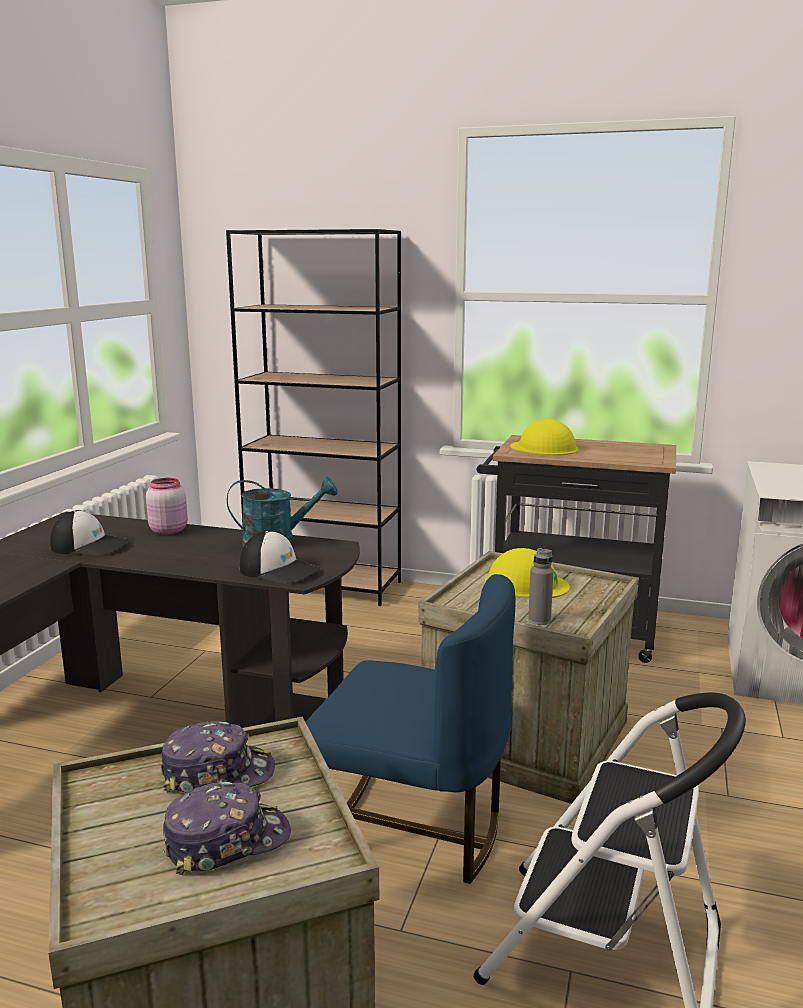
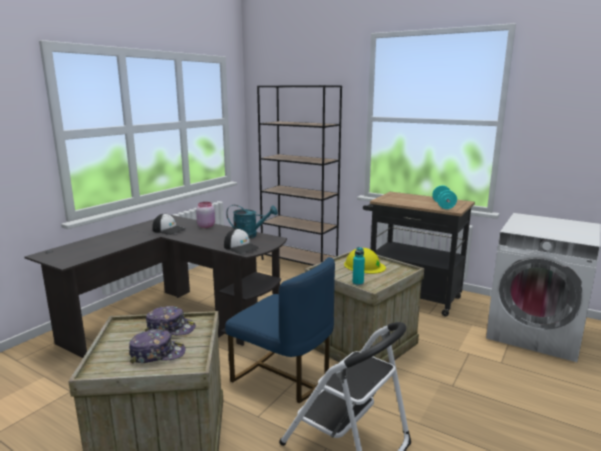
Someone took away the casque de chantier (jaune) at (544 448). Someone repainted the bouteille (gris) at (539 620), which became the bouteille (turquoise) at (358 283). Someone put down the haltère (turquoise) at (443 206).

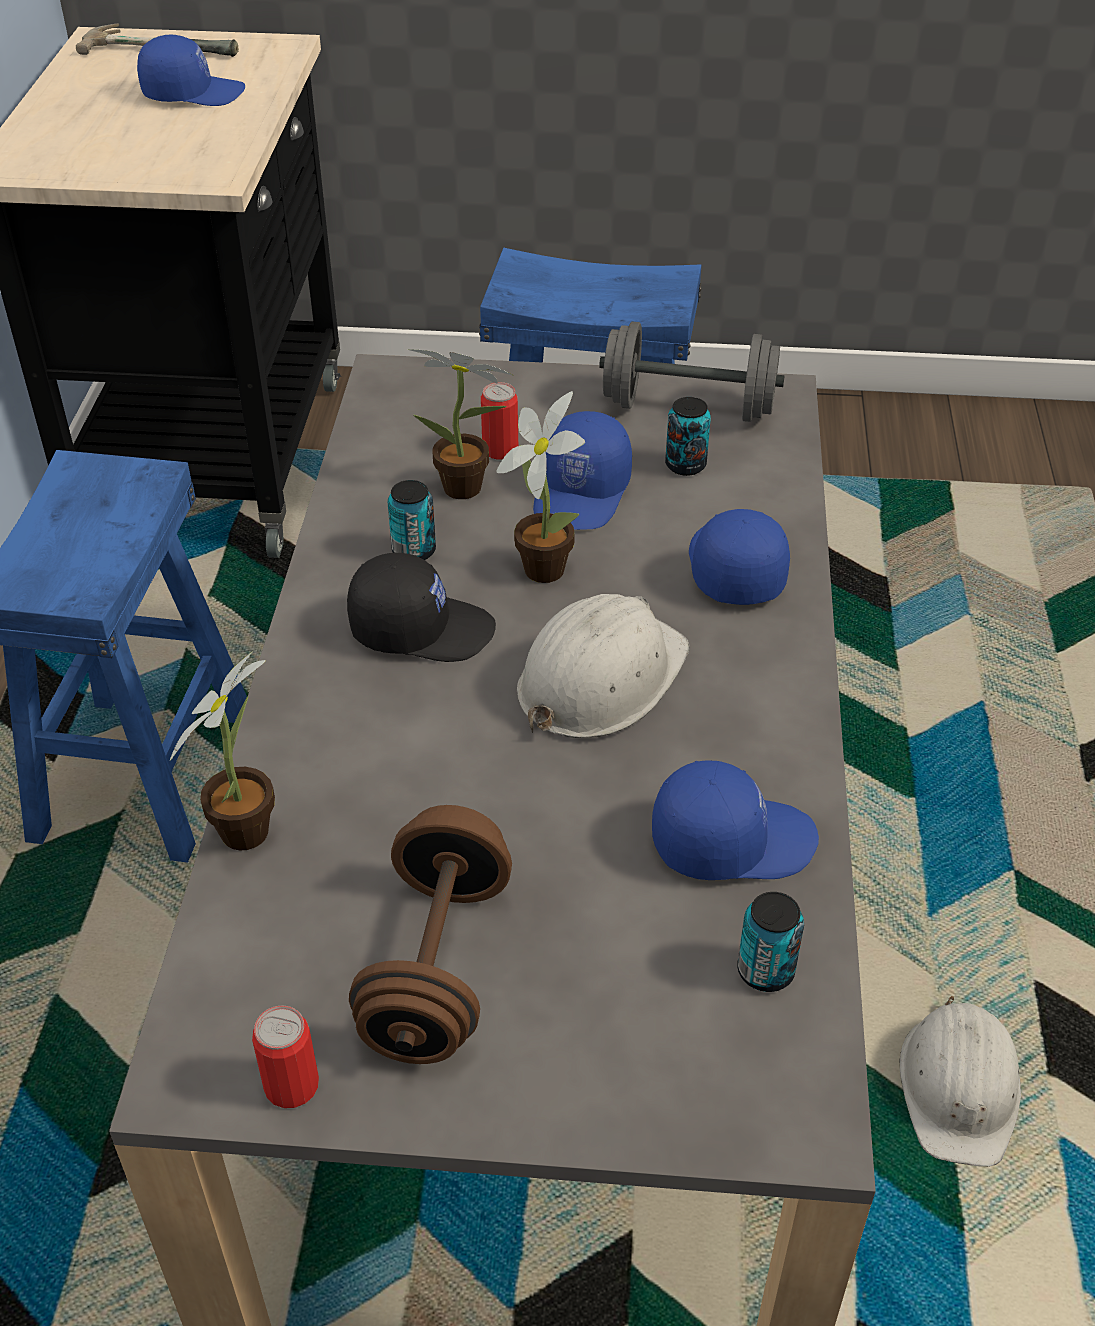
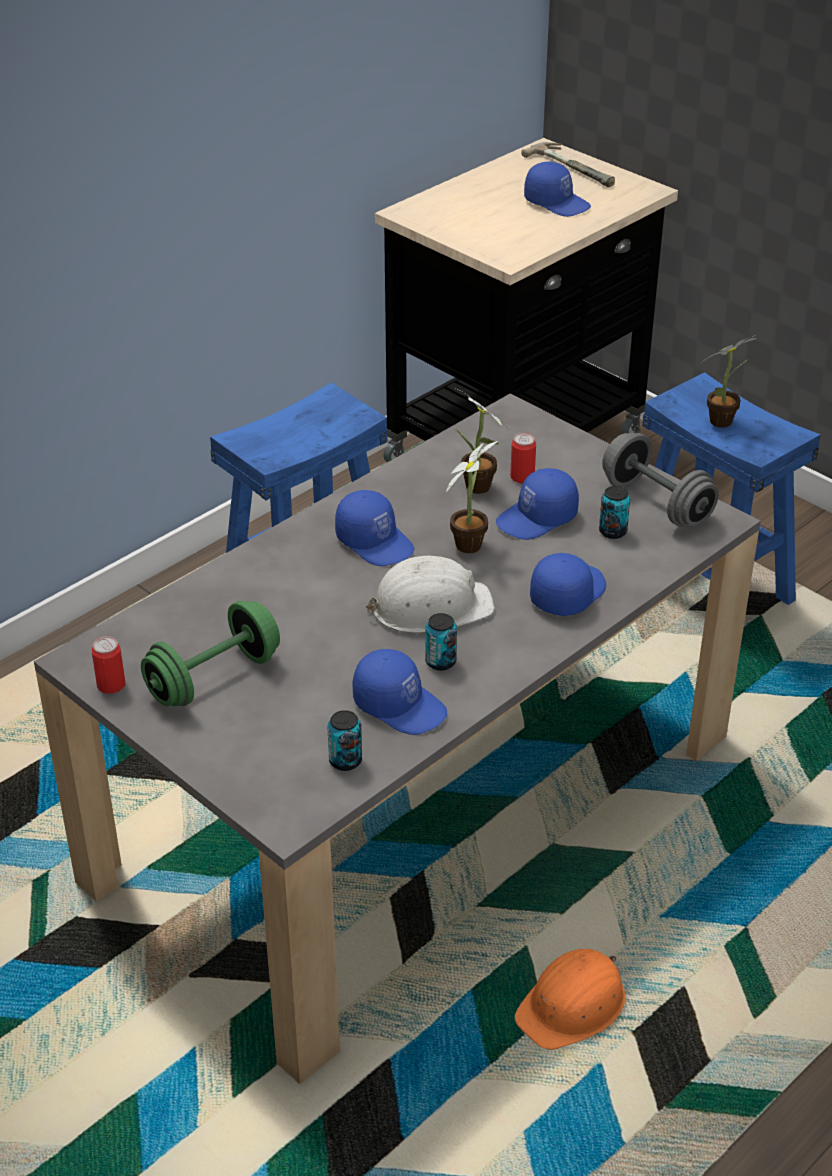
Someone carried the plante en pot from (250 826) to (724 420). Someone repainted the casquette (noir) at (422 628), which became the casquette (bleu) at (375 542). Someone repainted the haltère (marron) at (436 966), which became the haltère (vert) at (213 678). Someone carried the boîte métallique from (414 551) to (440 662). Someone repainted the casque de chantier (blanc) at (960 1087), which became the casque de chantier (orange) at (573 1005).

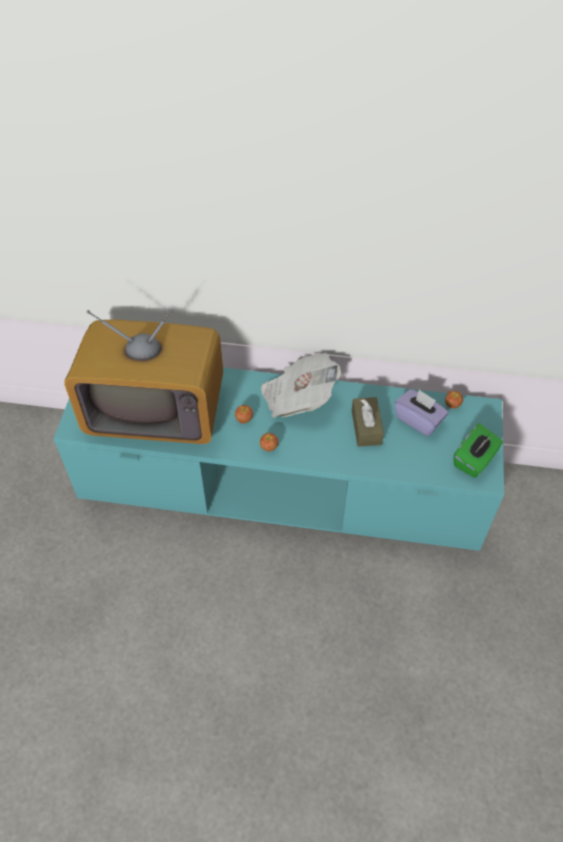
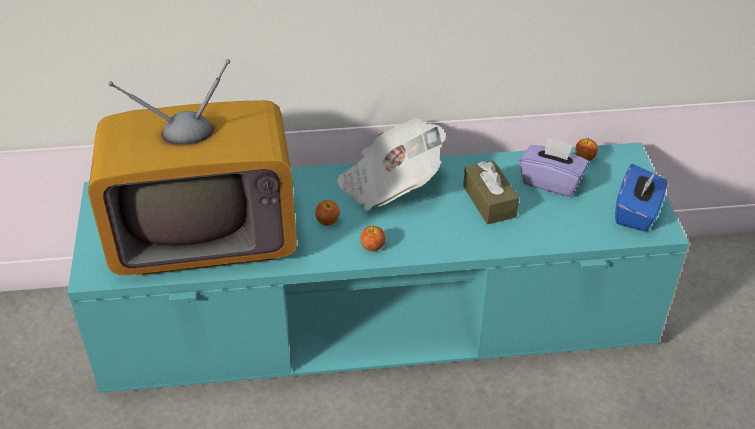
Someone repainted the boîte à mouchoirs (vert) at (474 460), which became the boîte à mouchoirs (bleu) at (637 212).

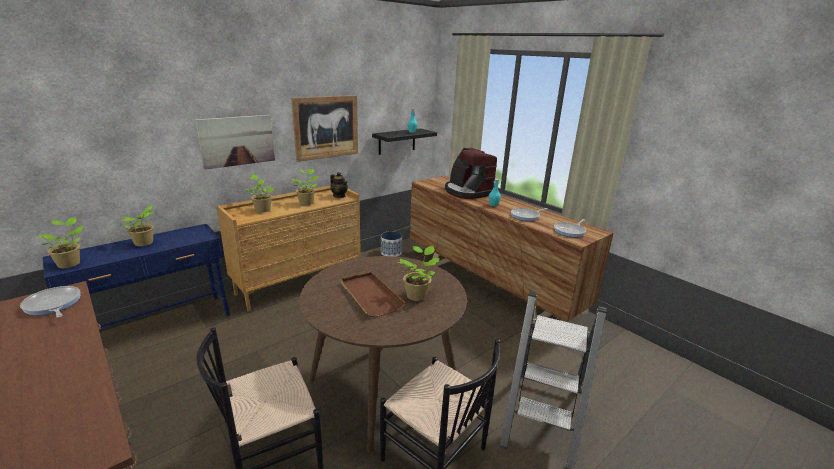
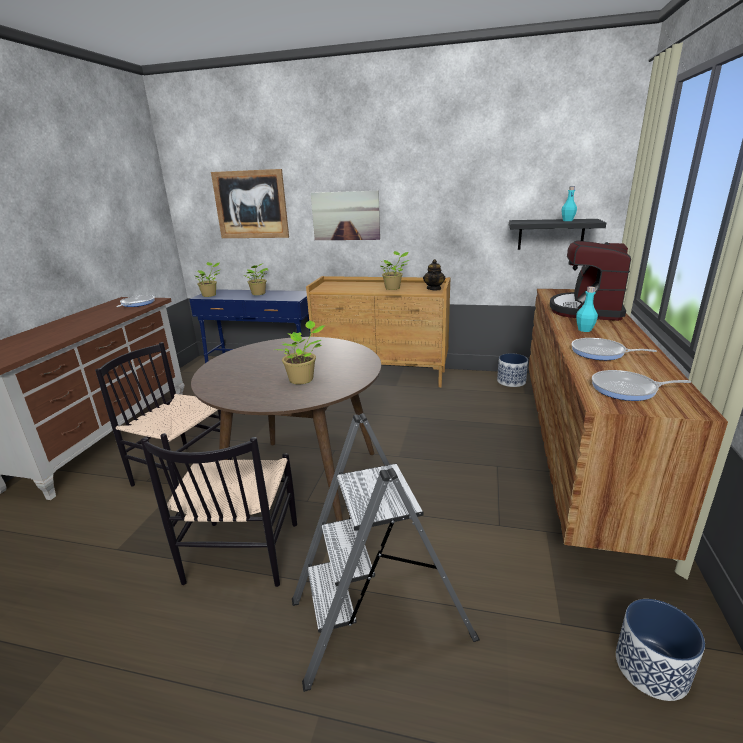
Someone took away the plante en pot at (262 209). Someone carried the tableau from (326 127) to (251 205). Someone took away the plateau (marron) at (370 296). Someone put down the cache-pot at (652 668).

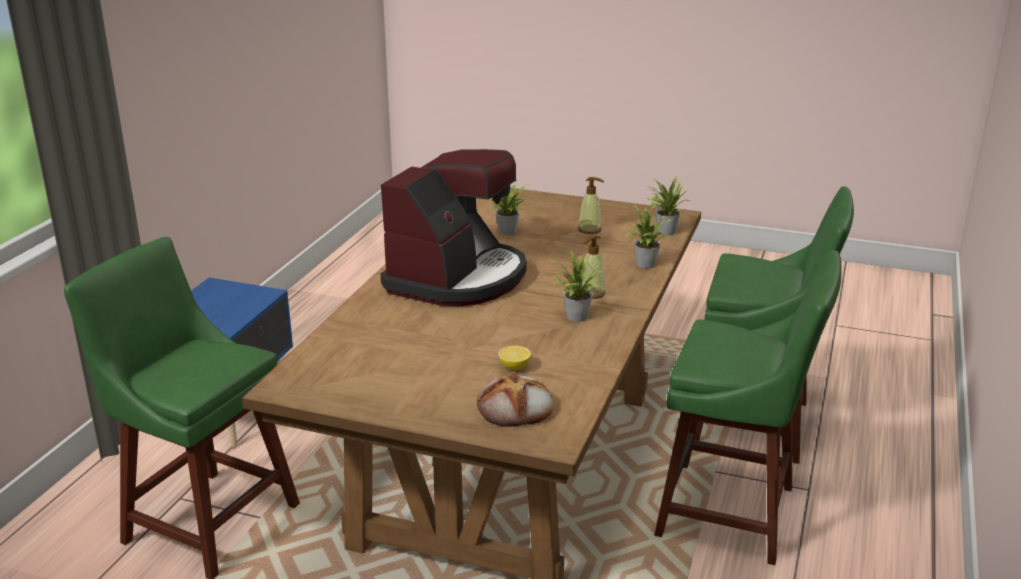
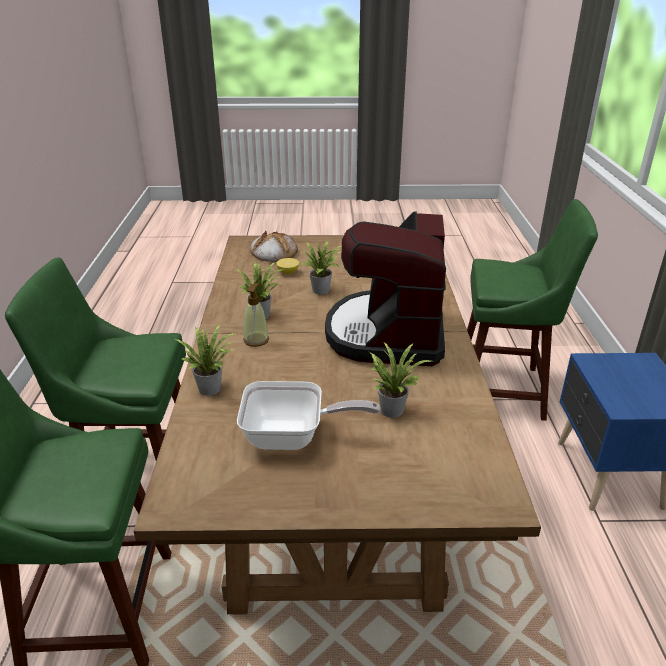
Someone swapped the distributeur de savon at (590 230) for the poêle at (292 437). Someone carried the plante en pot from (664 231) to (323 290).

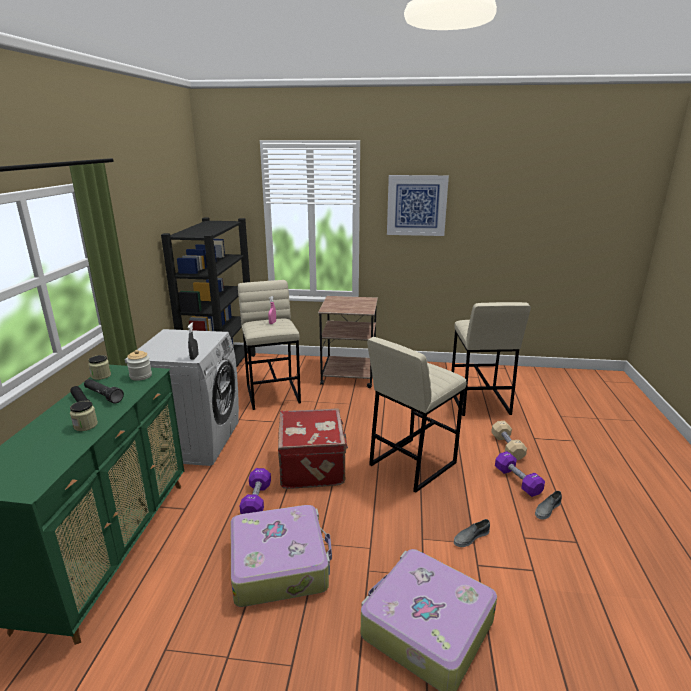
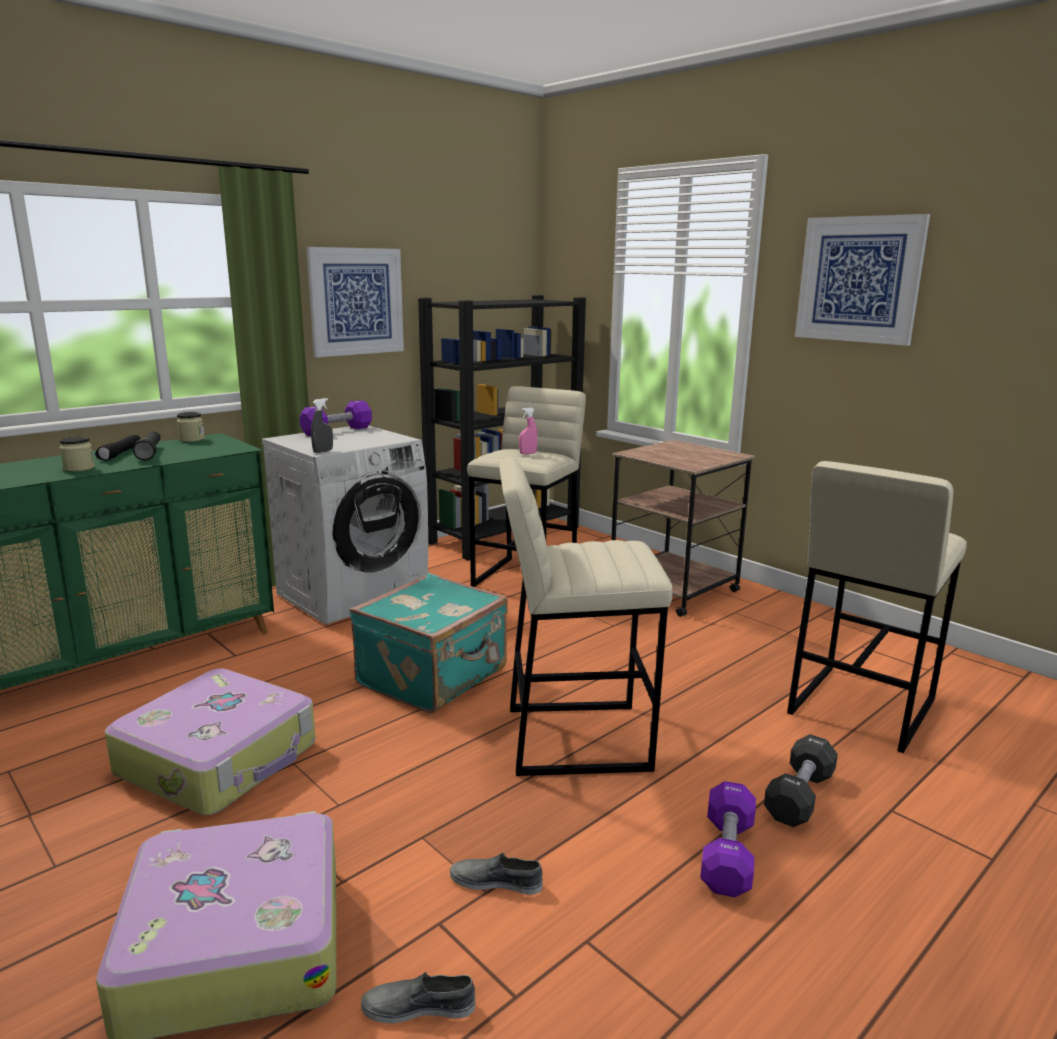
Someone took away the bocal at (141 376). Someone carried the haltère (violet) from (256 500) to (337 431). Someone repainted the valise (rouge) at (313 466), which became the valise (turquoise) at (435 677). Someone repainted the haltère (beige) at (507 447), which became the haltère (noir) at (799 796). Someone carried the chaussure (gris) from (547 509) to (419 1006). Someone put up the tableau at (356 301).

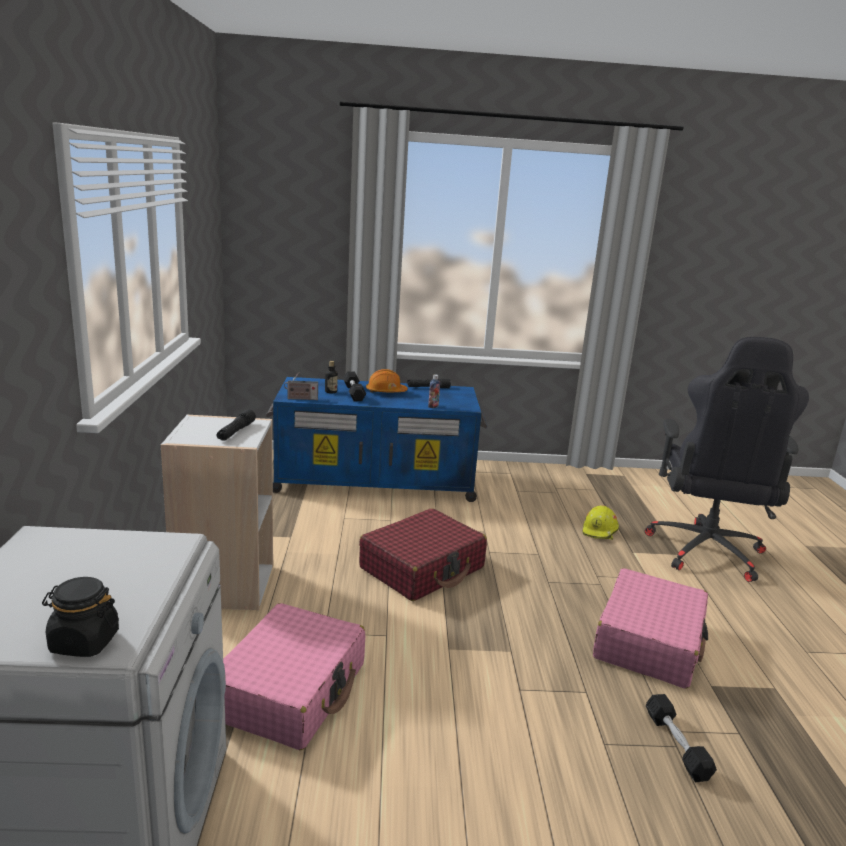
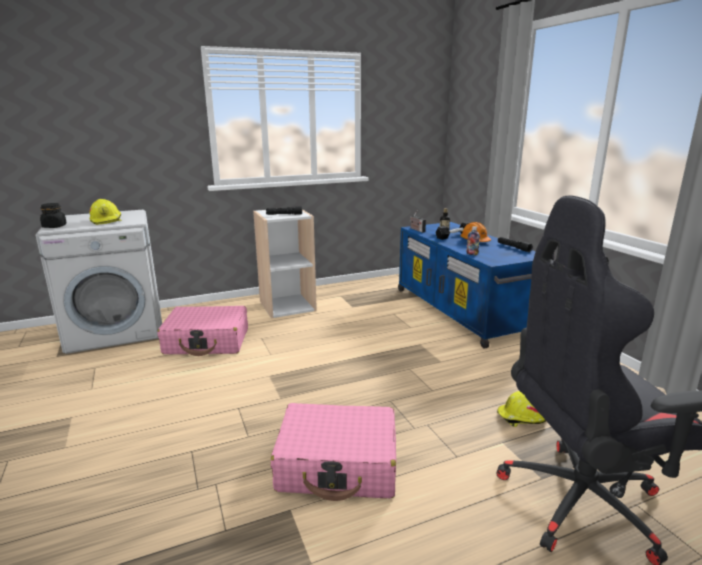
Someone took away the valise (rouge) at (422 568). Someone took away the haltère (noir) at (676 745). Someone put down the casque de chantier (jaune) at (107 220).

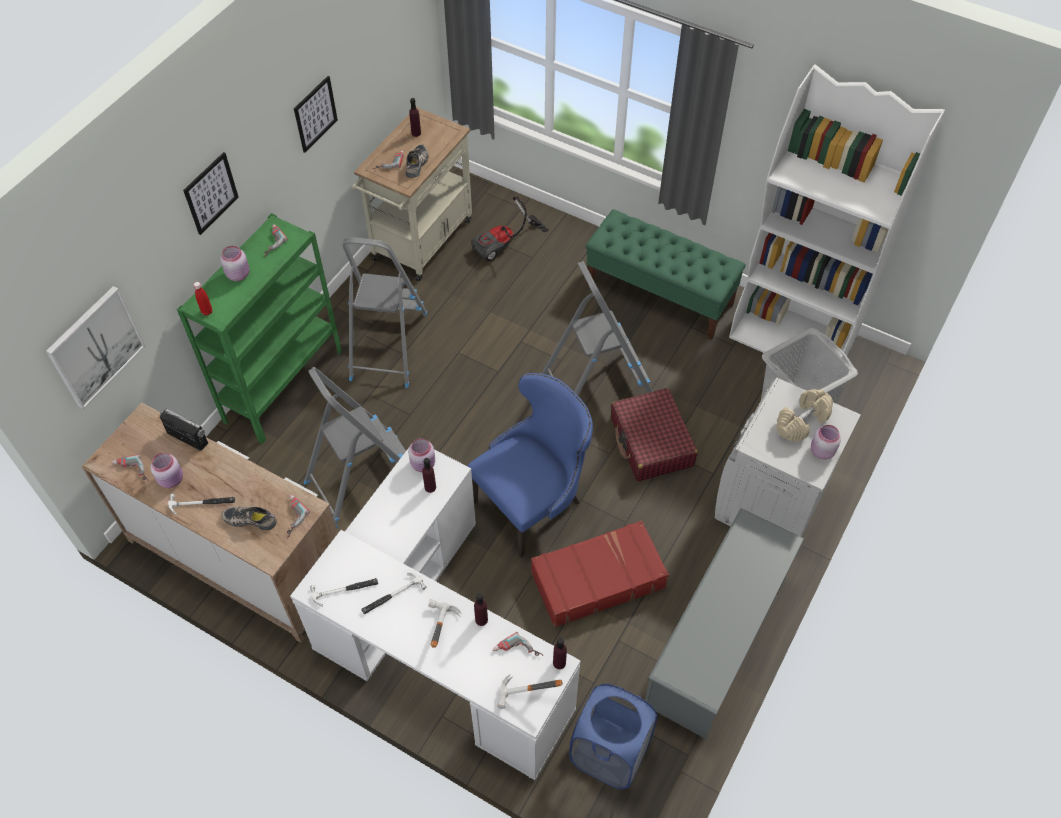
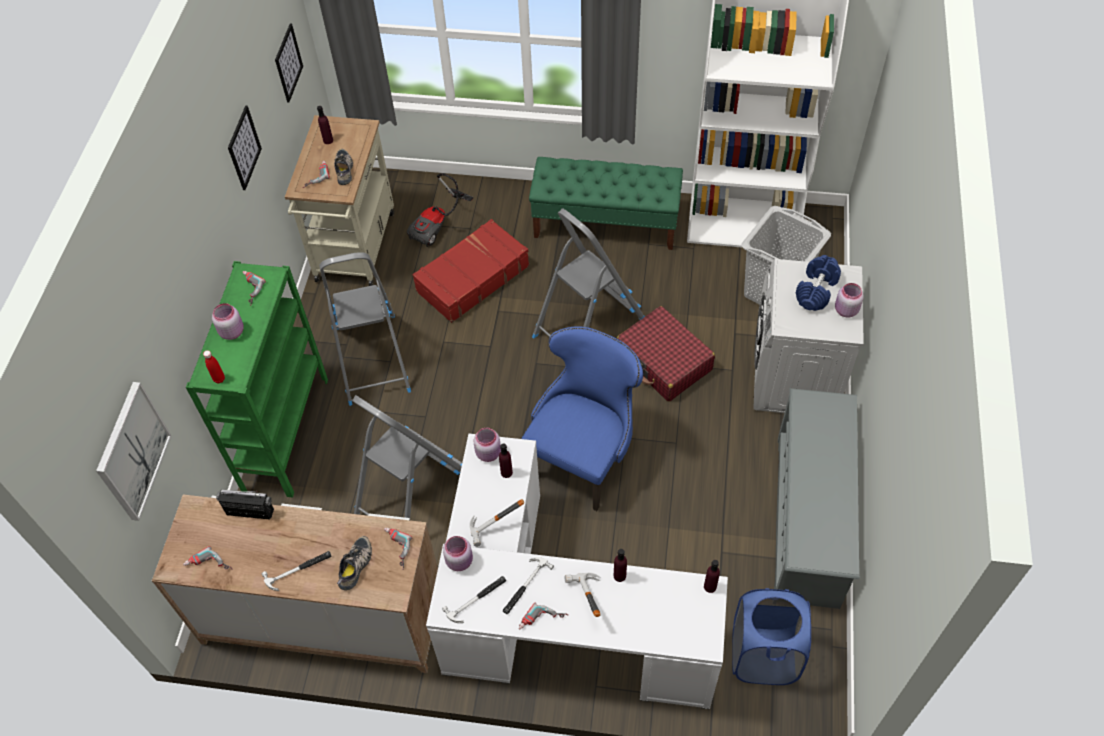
Someone carried the bocal (rose) from (172 479) to (460 560). Someone carried the tableau from (211 193) to (288 63). Someone rotated the chaussure at (251 519) by 120 degrees clockwise. Someone carried the perceuse from (517 653) to (542 622). Someone carried the marteau from (526 700) to (496 532). Someone carried the valise (rouge) from (597 579) to (472 278). Someone repainted the haltère (beige) at (801 421), which became the haltère (bleu) at (816 290).

